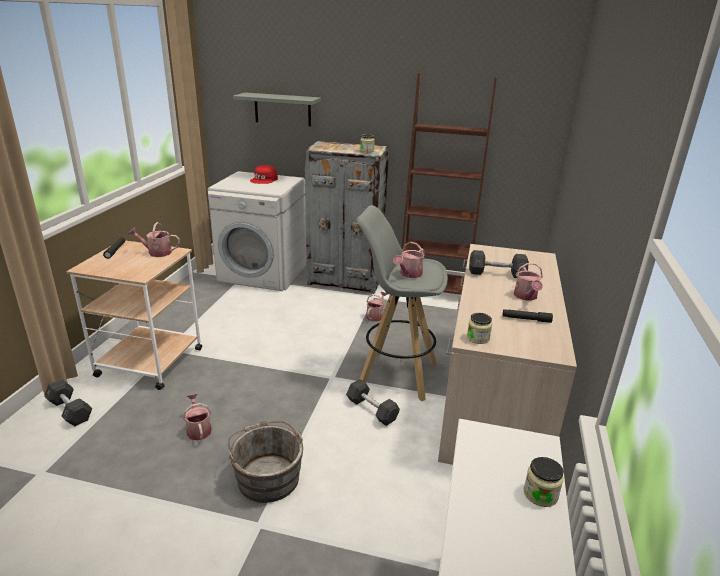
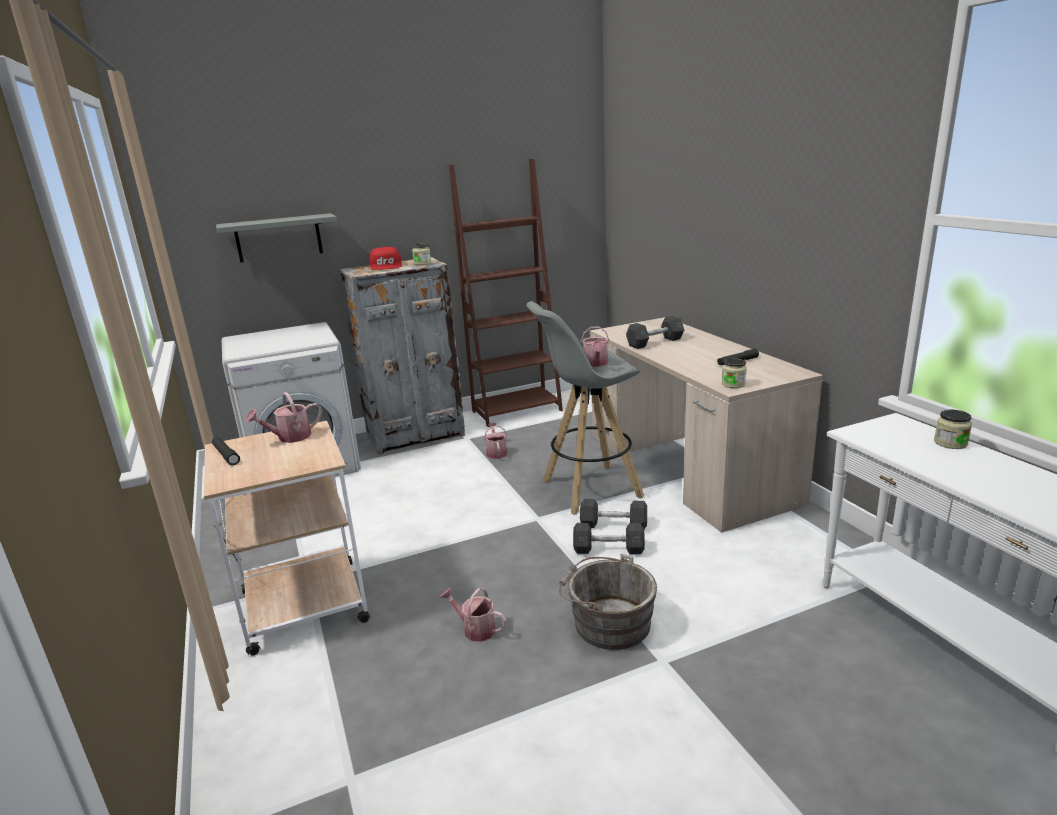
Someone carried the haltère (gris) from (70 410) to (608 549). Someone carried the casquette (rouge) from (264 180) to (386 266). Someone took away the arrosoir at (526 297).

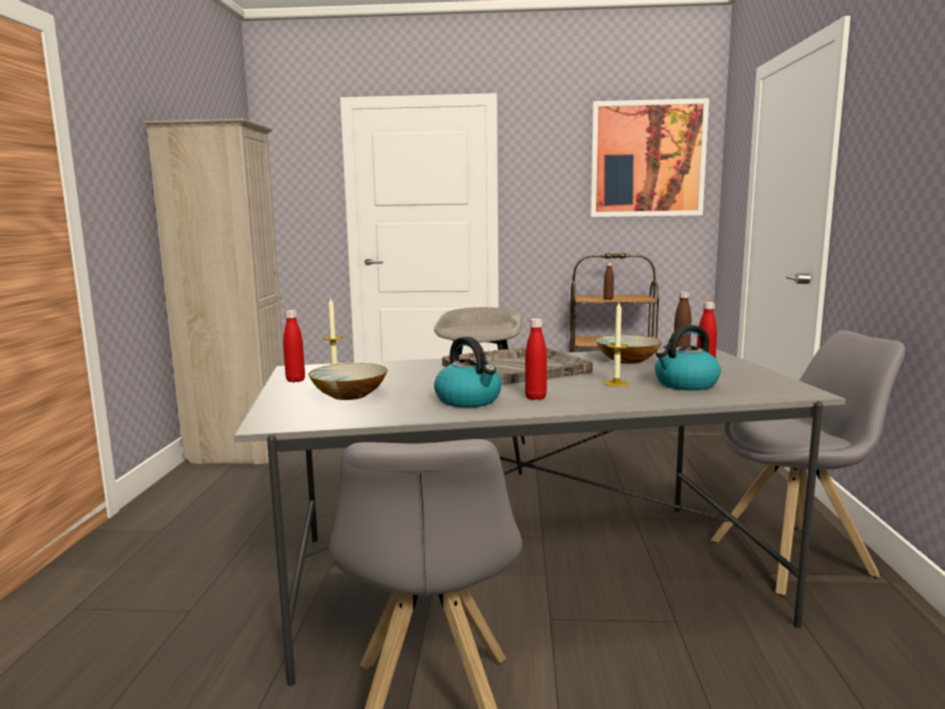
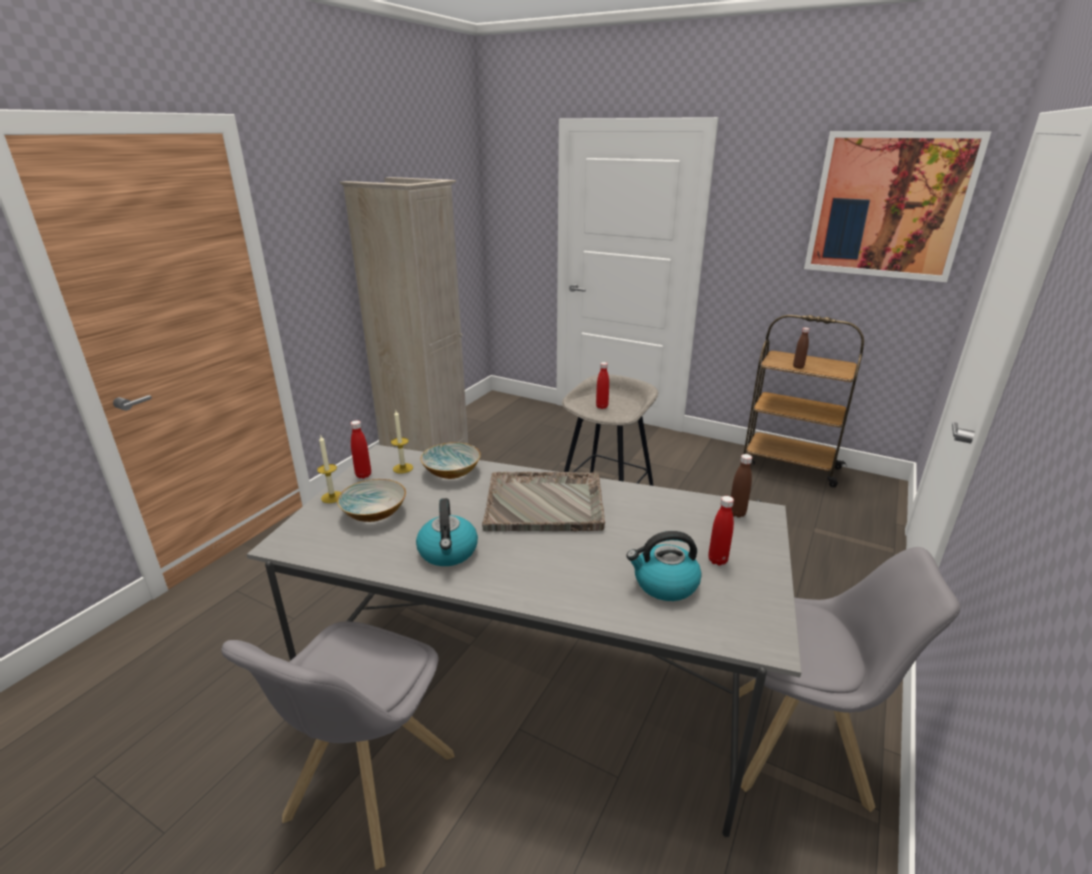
Someone carried the bouteille (rouge) from (535 397) to (602 407). Someone carried the bol from (627 360) to (452 472). Someone carried the bougie from (616 383) to (332 497).

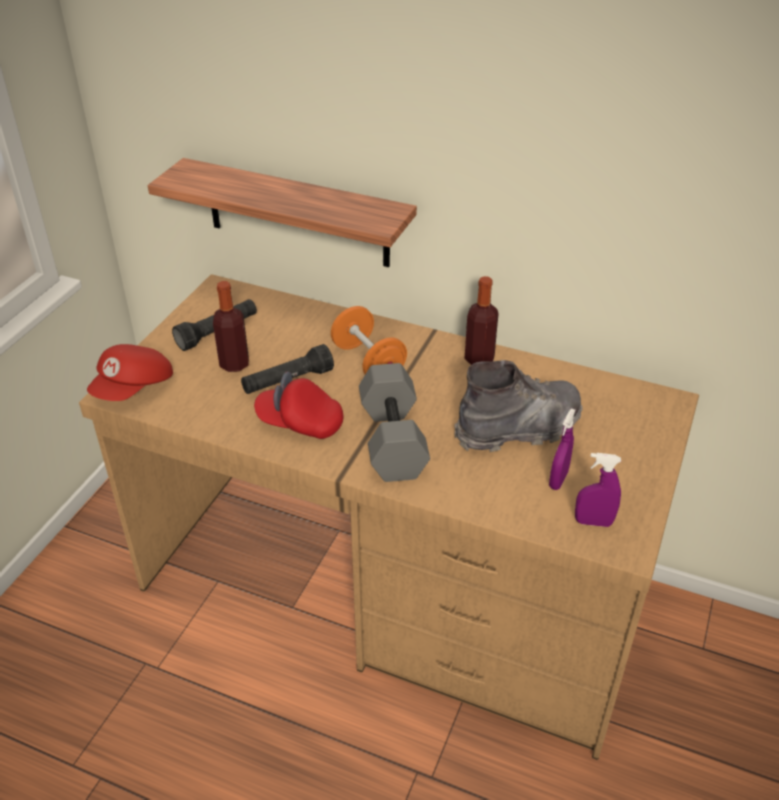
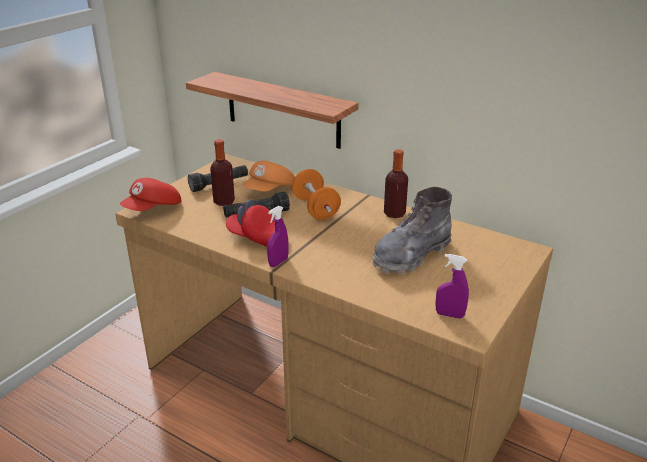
Someone took away the haltère (gris) at (390 439). Someone rotated the botte (gris) at (519 429) by 150 degrees clockwise. Someone carried the vaporisateur (violet) from (558 480) to (278 262). Someone put down the casquette (orange) at (270 190).

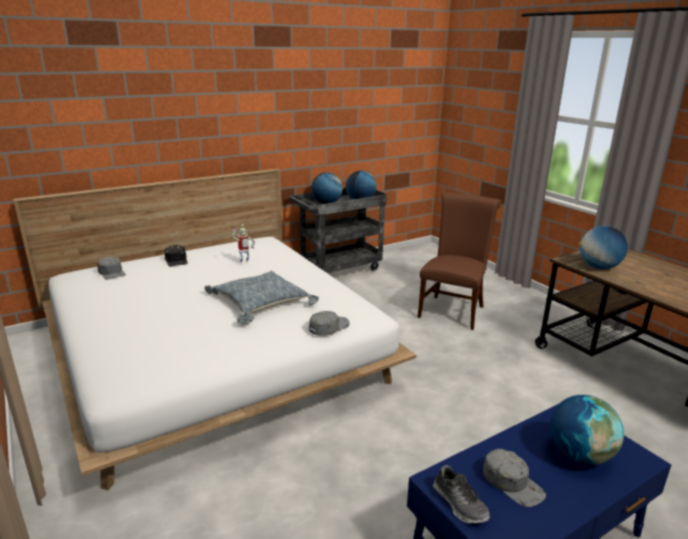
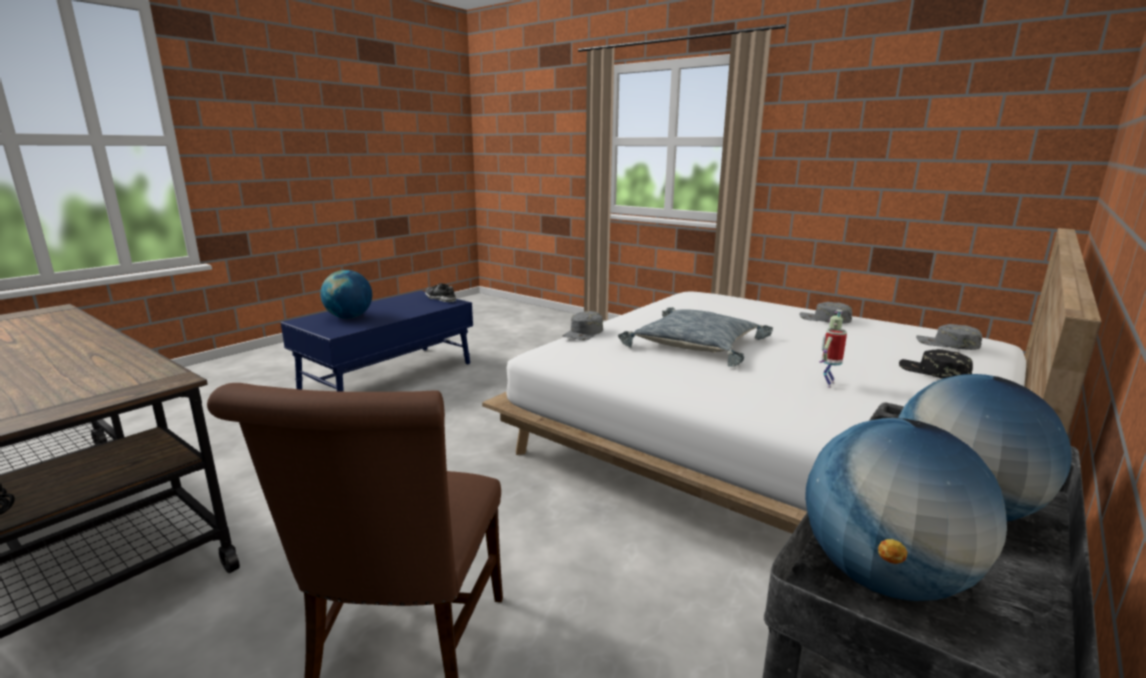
Someone carried the casquette (gris) from (513 483) to (824 319). Someone took away the globe at (598 267).

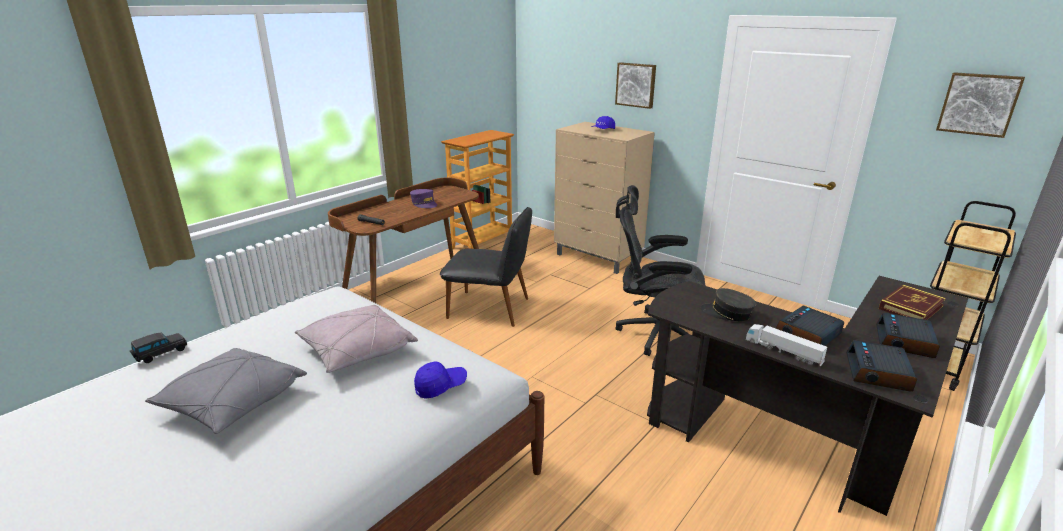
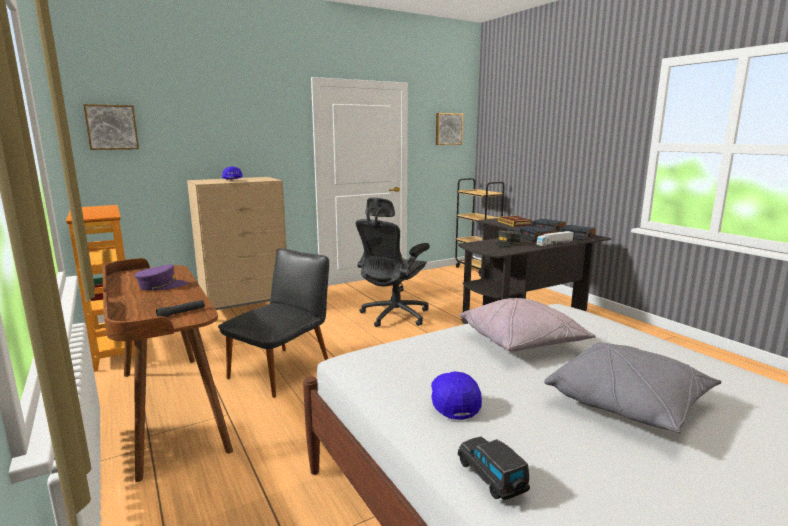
Someone carried the casquette (bleu) from (440 386) to (453 402). Someone carried the tableau from (636 85) to (112 127).

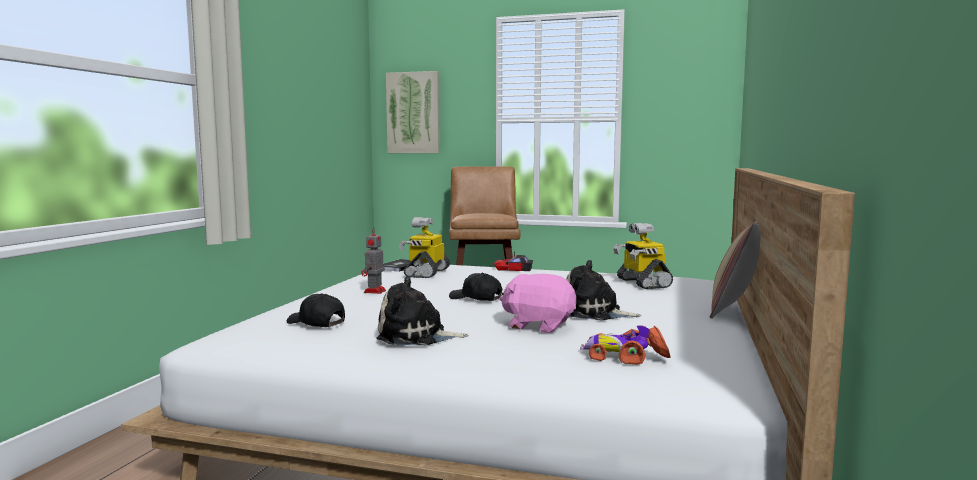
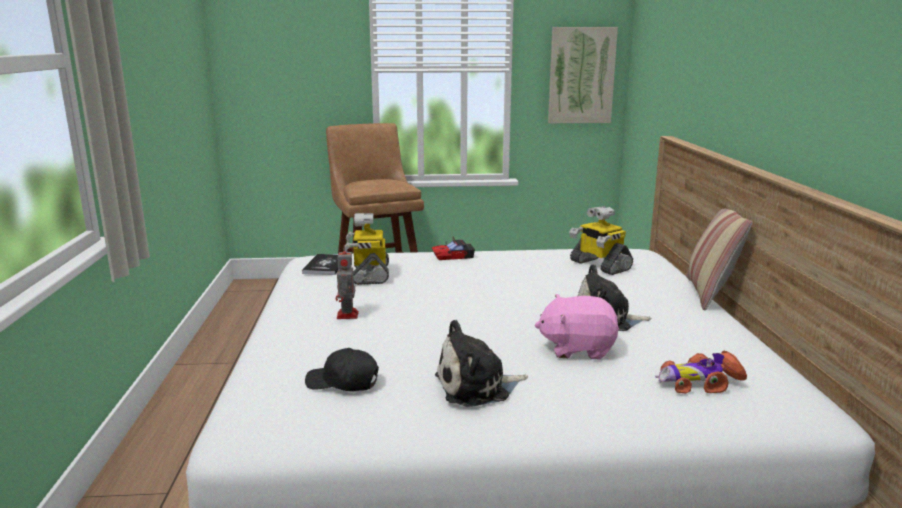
Someone carried the tableau from (413 113) to (581 75). Someone took away the casquette (noir) at (476 298).

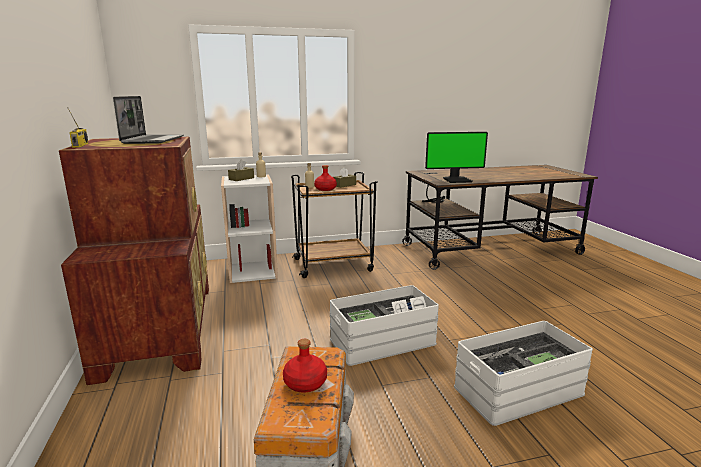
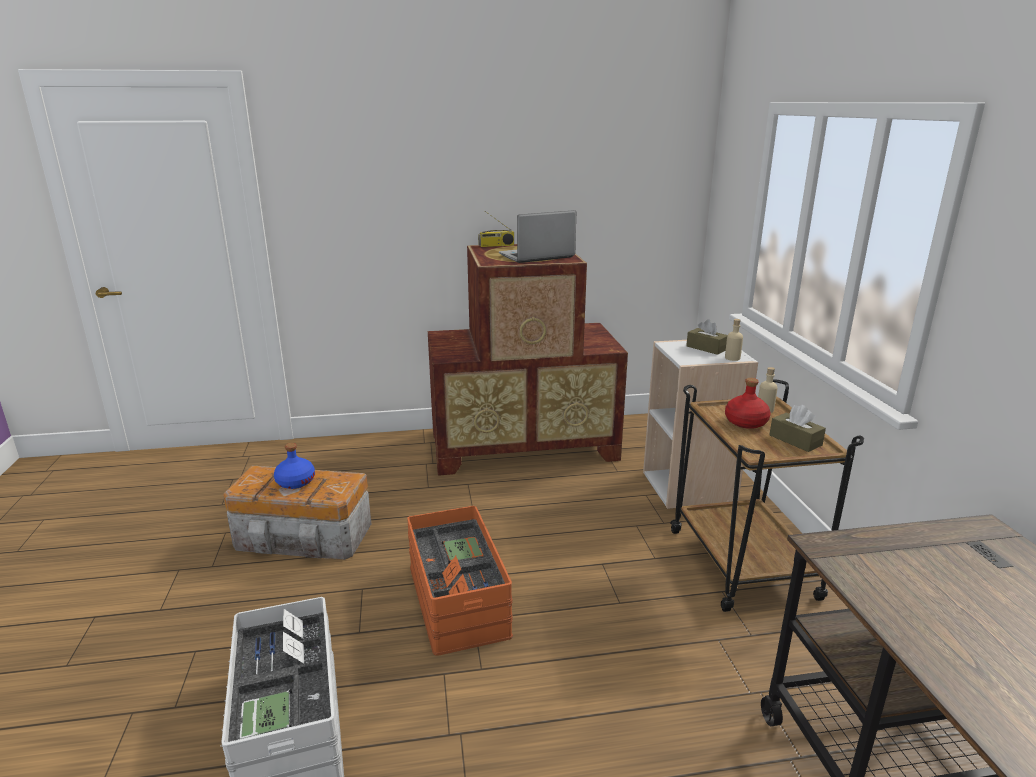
Someone rotated the ordinateur portable at (153 140) by 150 degrees clockwise. Someone repainted the bouteille (rouge) at (305 383), which became the bouteille (bleu) at (295 482). Someone repainted the boîte de rangement (blanc) at (382 340), which became the boîte de rangement (orange) at (459 599). Someone took away the écran d'ordinateur at (457 180).

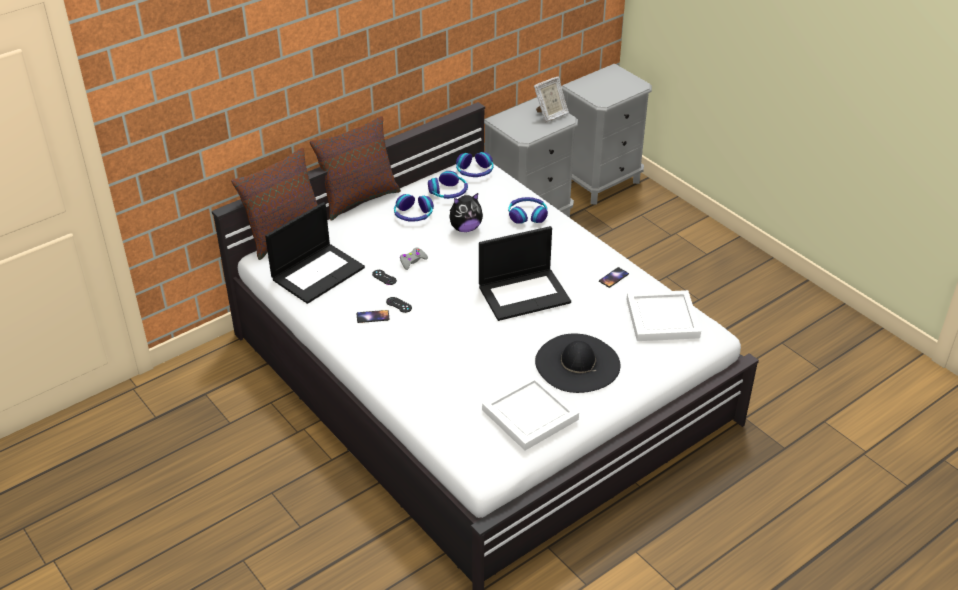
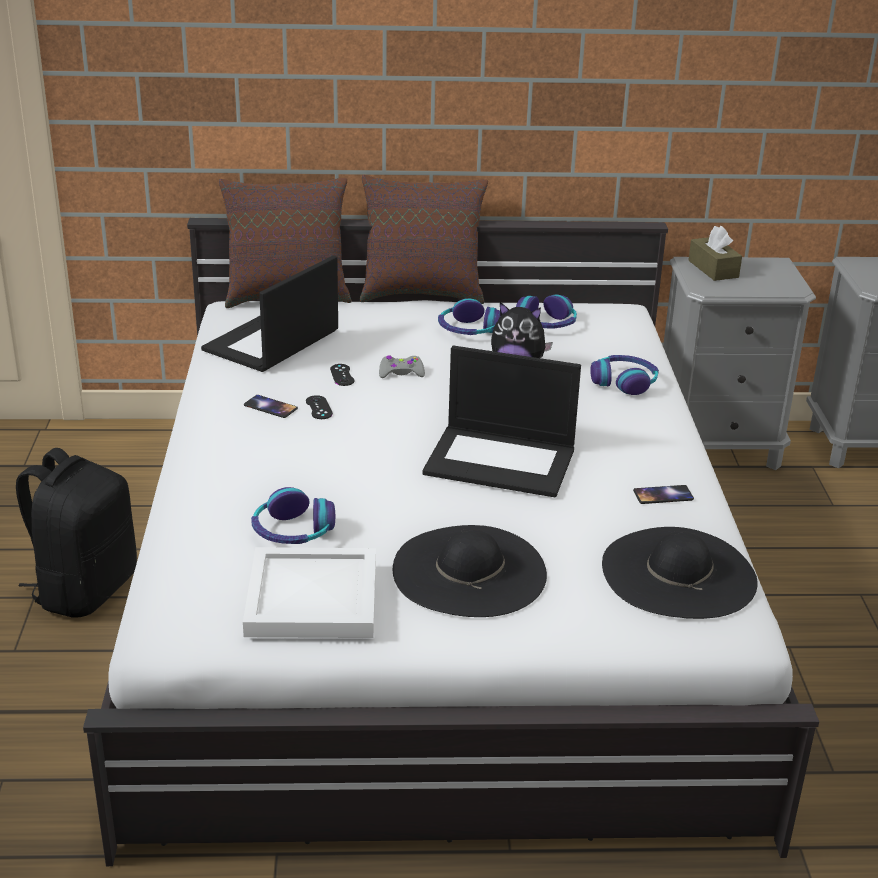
Someone rotated the ordinateur portable at (318 272) by 135 degrees clockwise. Someone carried the casque audio from (474 171) to (293 531). Someone took away the cadre photo at (550 115). Someone swapped the plateau (blanc) at (661 318) for the chapeau (noir) at (678 573). Someone put down the sac à dos (noir) at (84 589). Someone put down the boîte à mouchoirs (marron) at (713 269).

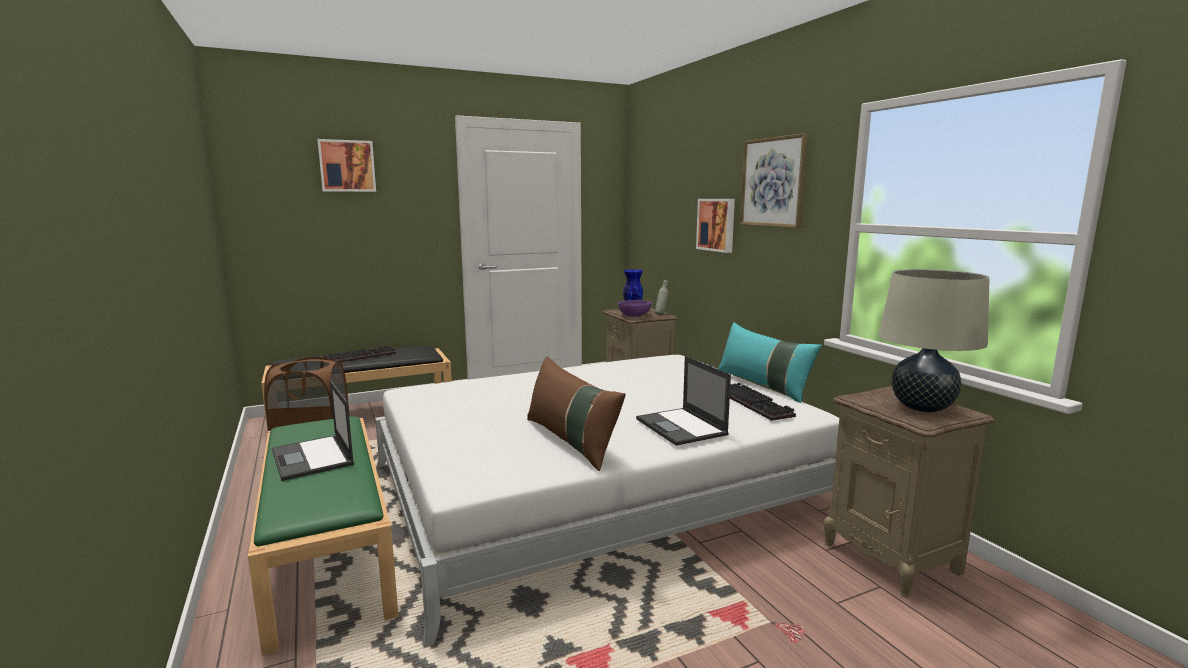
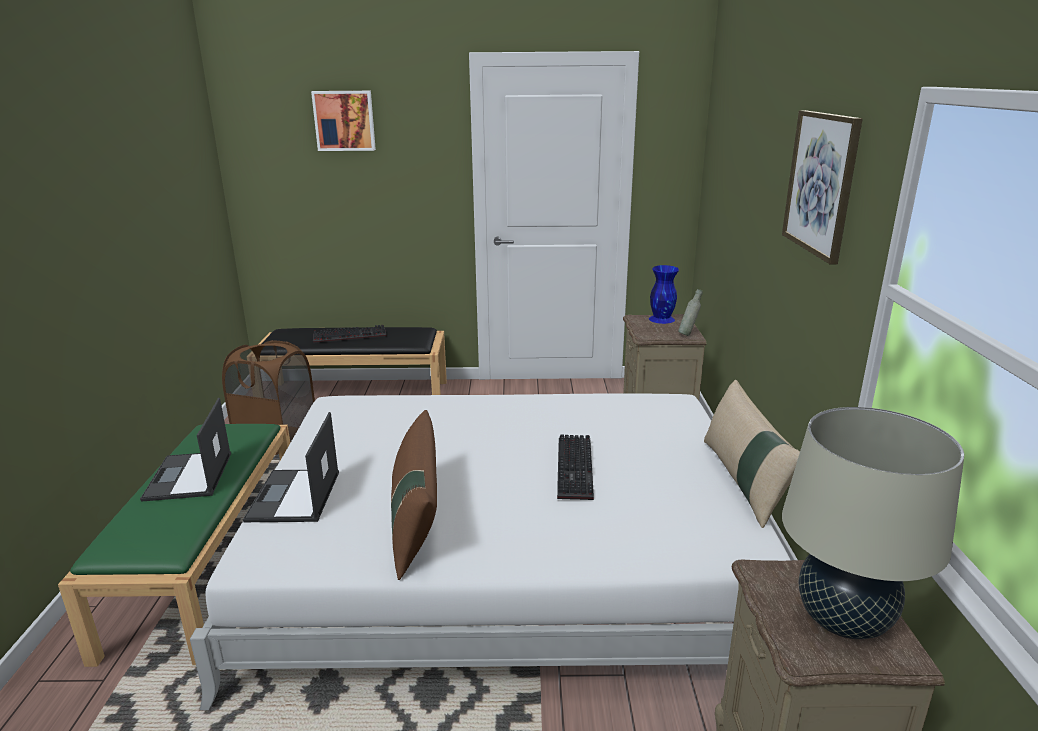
Someone took away the bol (violet) at (634 315). Someone carried the ordinateur portable from (681 427) to (294 497). Someone took away the tableau at (717 224). Someone repainted the coussin (turquoise) at (763 386), which became the coussin (beige) at (744 481). Someone carried the clavier from (756 404) to (577 469).

